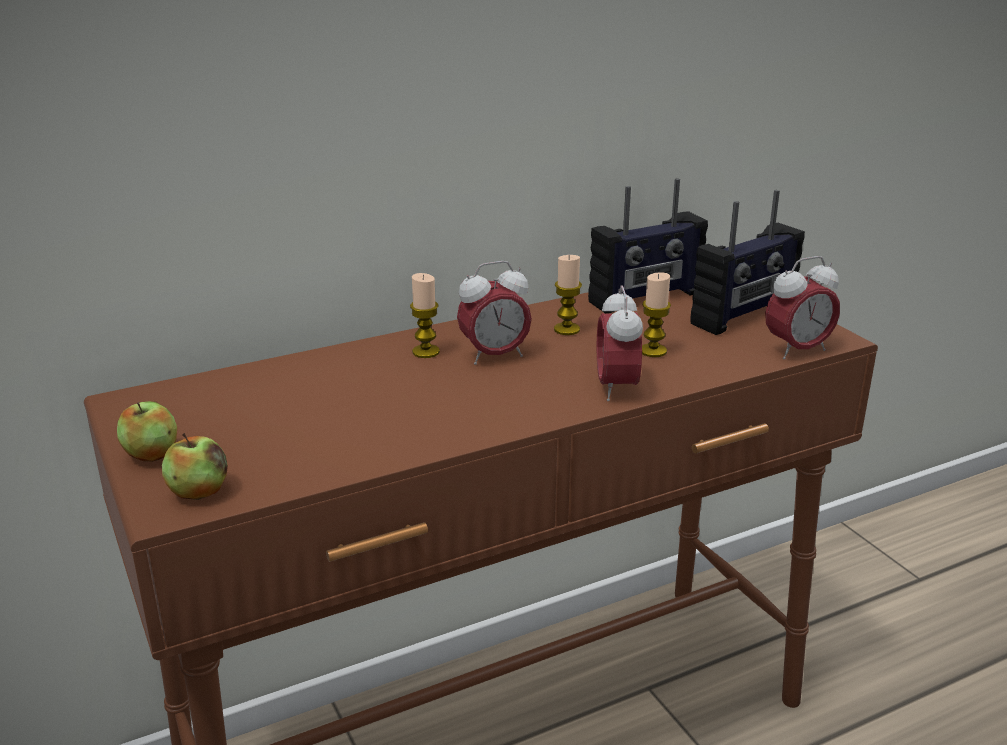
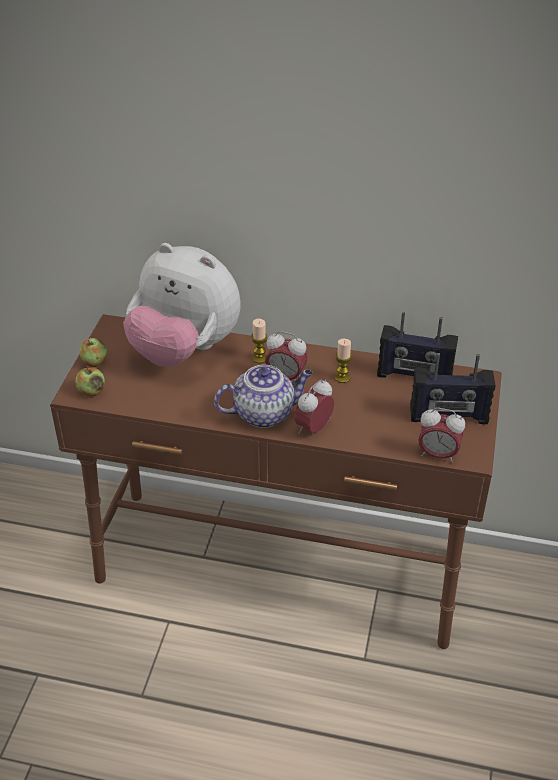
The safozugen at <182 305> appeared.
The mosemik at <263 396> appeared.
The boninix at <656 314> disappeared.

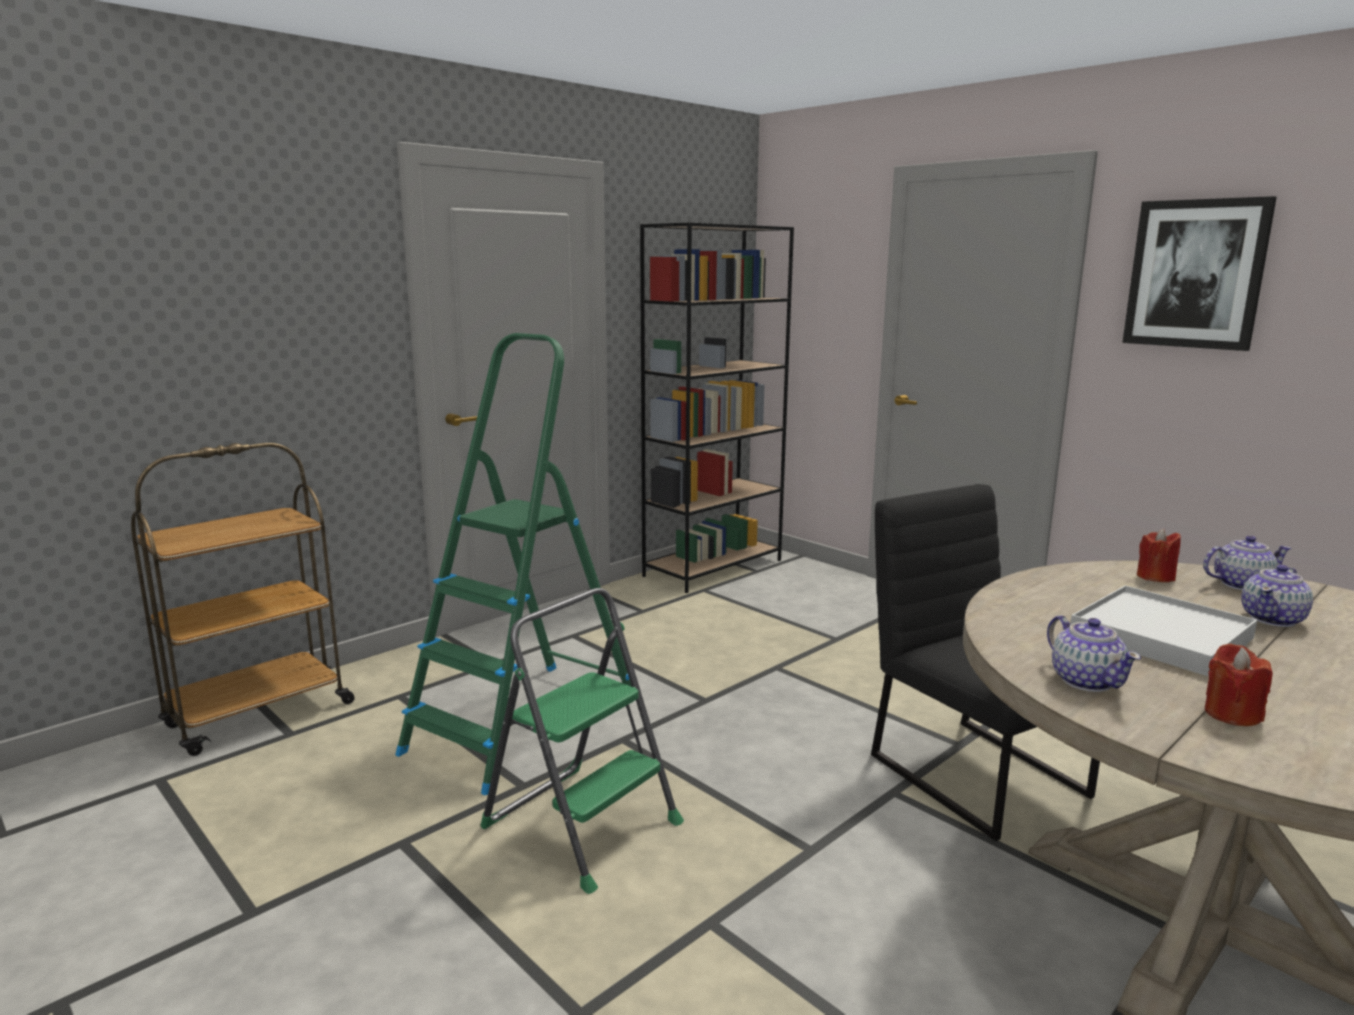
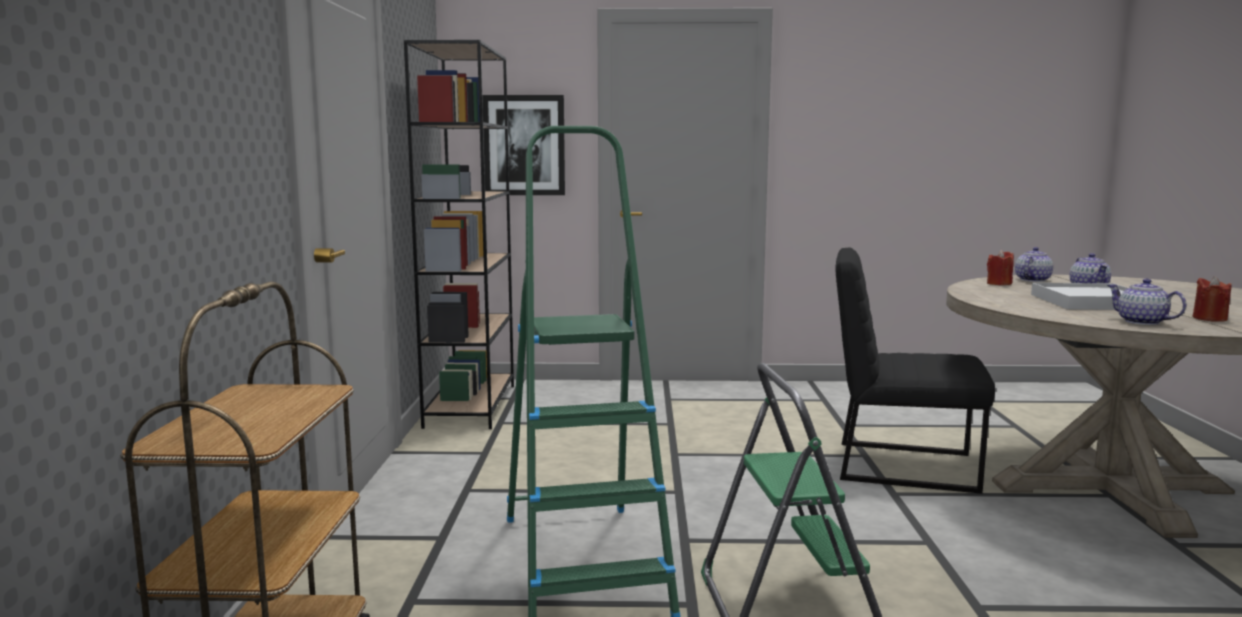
The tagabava moved from <1199 273> to <523 145>.
The mosemik at <1094 653> turned 150 degrees counterclockwise.

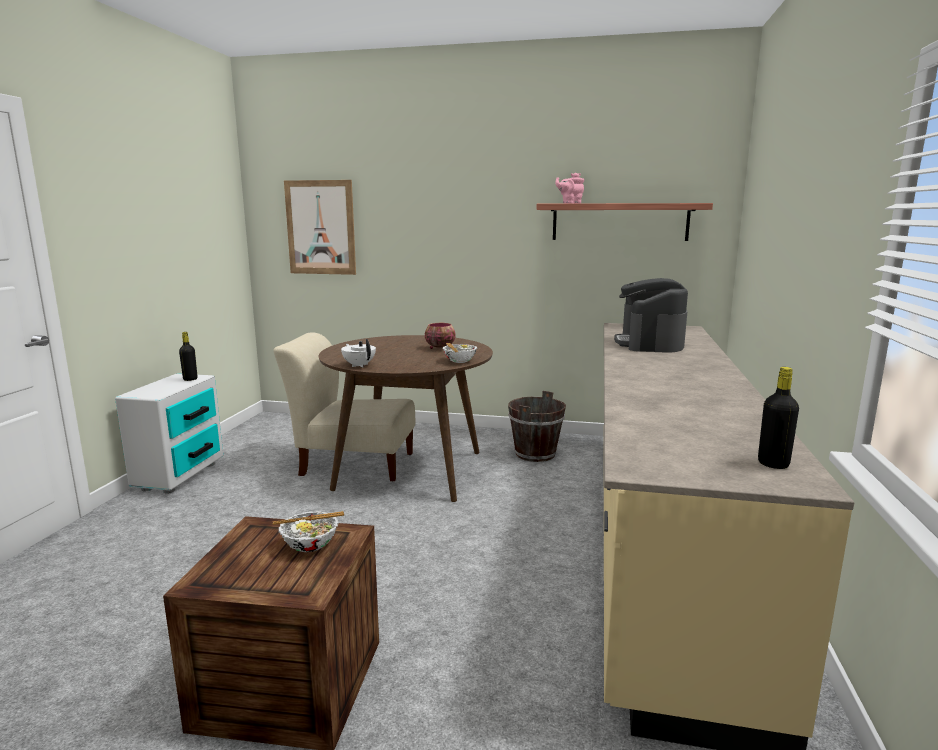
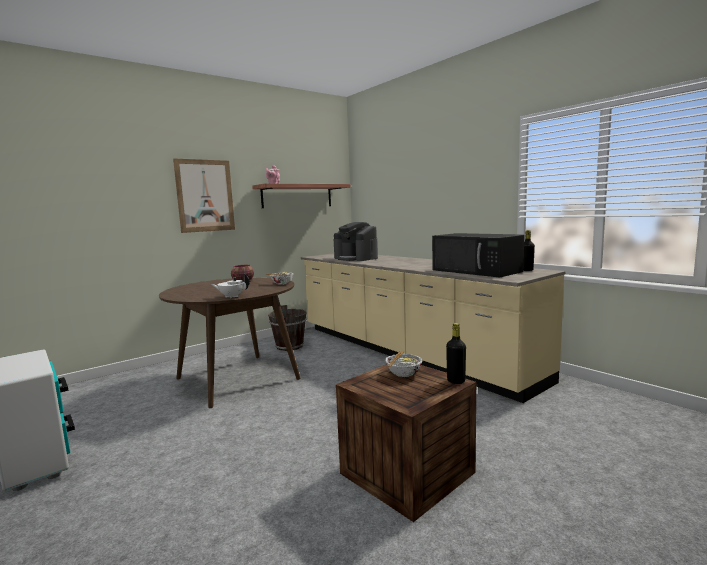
The tagabava moved from <320 227> to <204 195>.
The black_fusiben at <478 255> appeared.
The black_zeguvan moved from <188 356> to <456 353>.
The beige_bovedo at <344 407> disappeared.

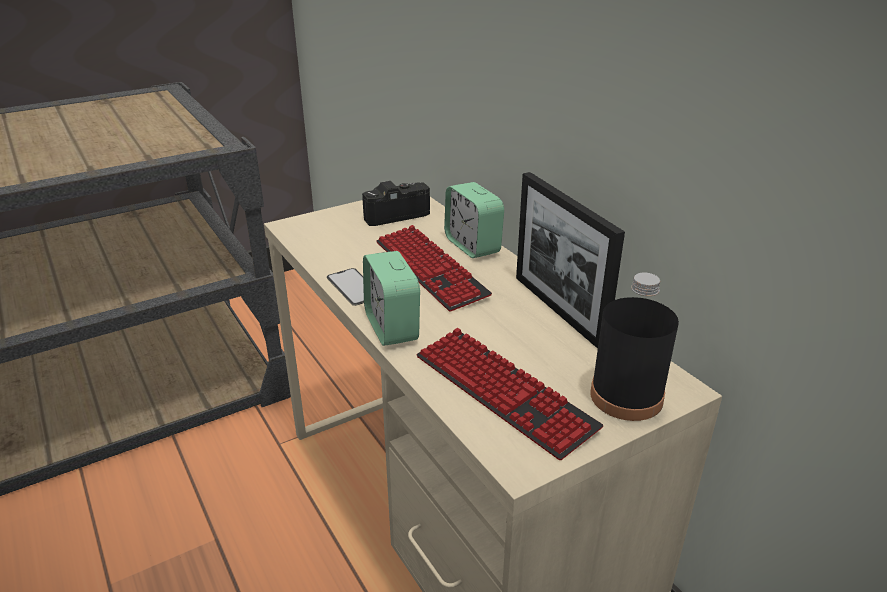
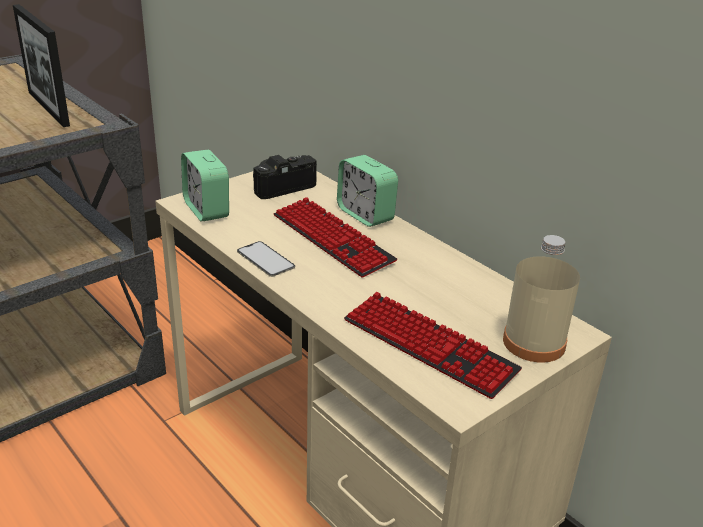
The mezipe moved from <570 260> to <41 65>.
The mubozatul moved from <391 298> to <205 186>.
The black_zeguvan at <634 347> became the beige_zeguvan at <541 299>.

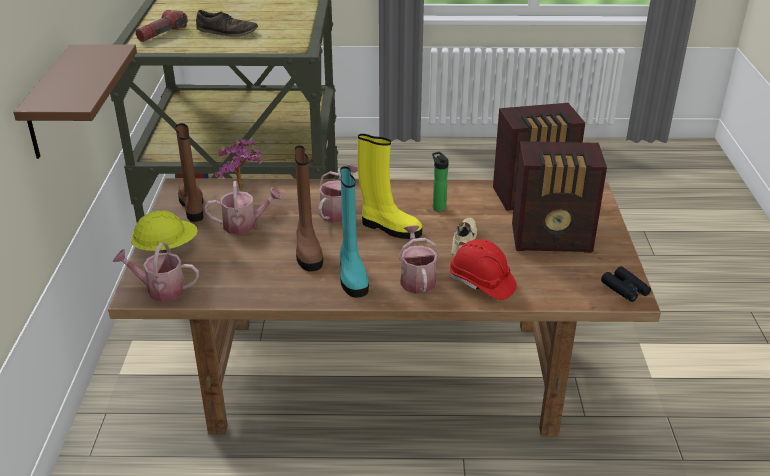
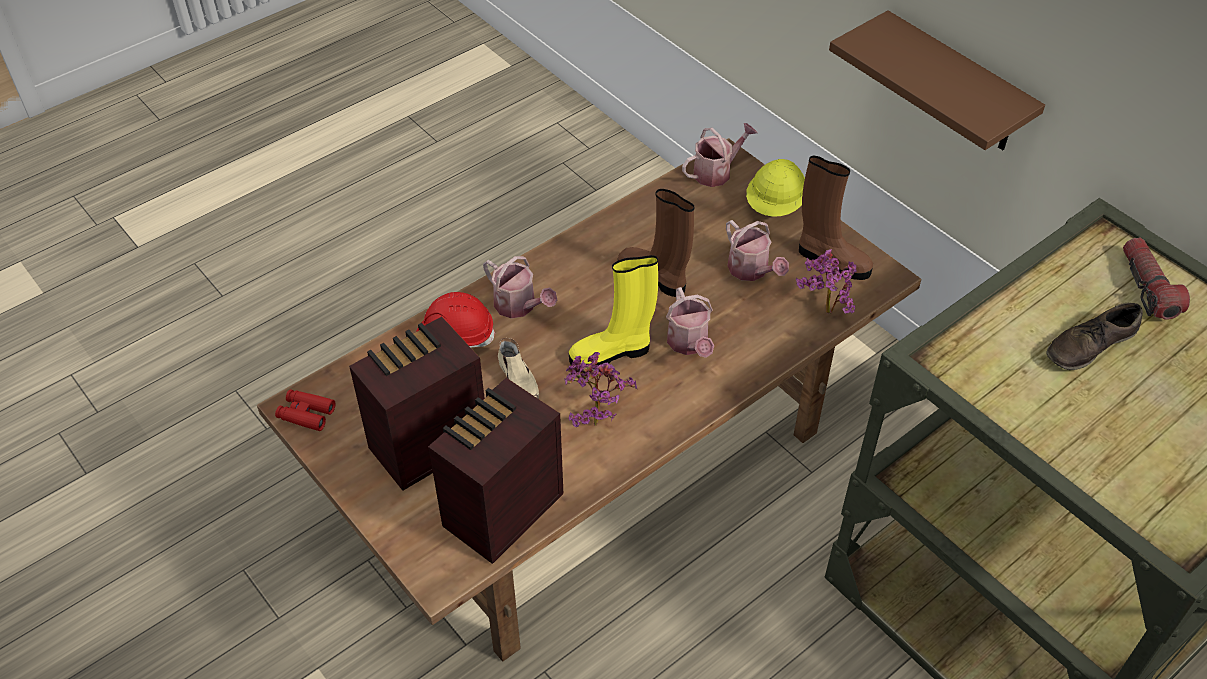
The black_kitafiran at <626 284> became the red_kitafiran at <305 410>.
The zeguvan at <440 181> was replaced by the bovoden at <600 389>.
The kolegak at <243 208> turned 75 degrees counterclockwise.
The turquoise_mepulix at <354 232> disappeared.

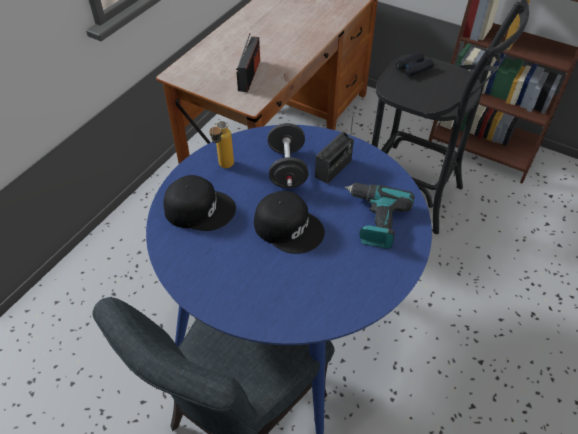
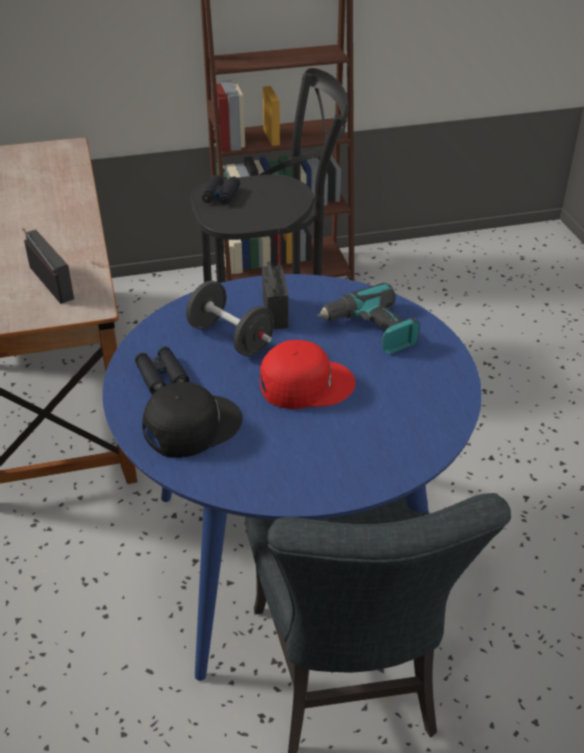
The zeguvan at <221 144> was replaced by the black_kitafiran at <162 370>.
The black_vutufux at <289 222> became the red_vutufux at <308 374>.

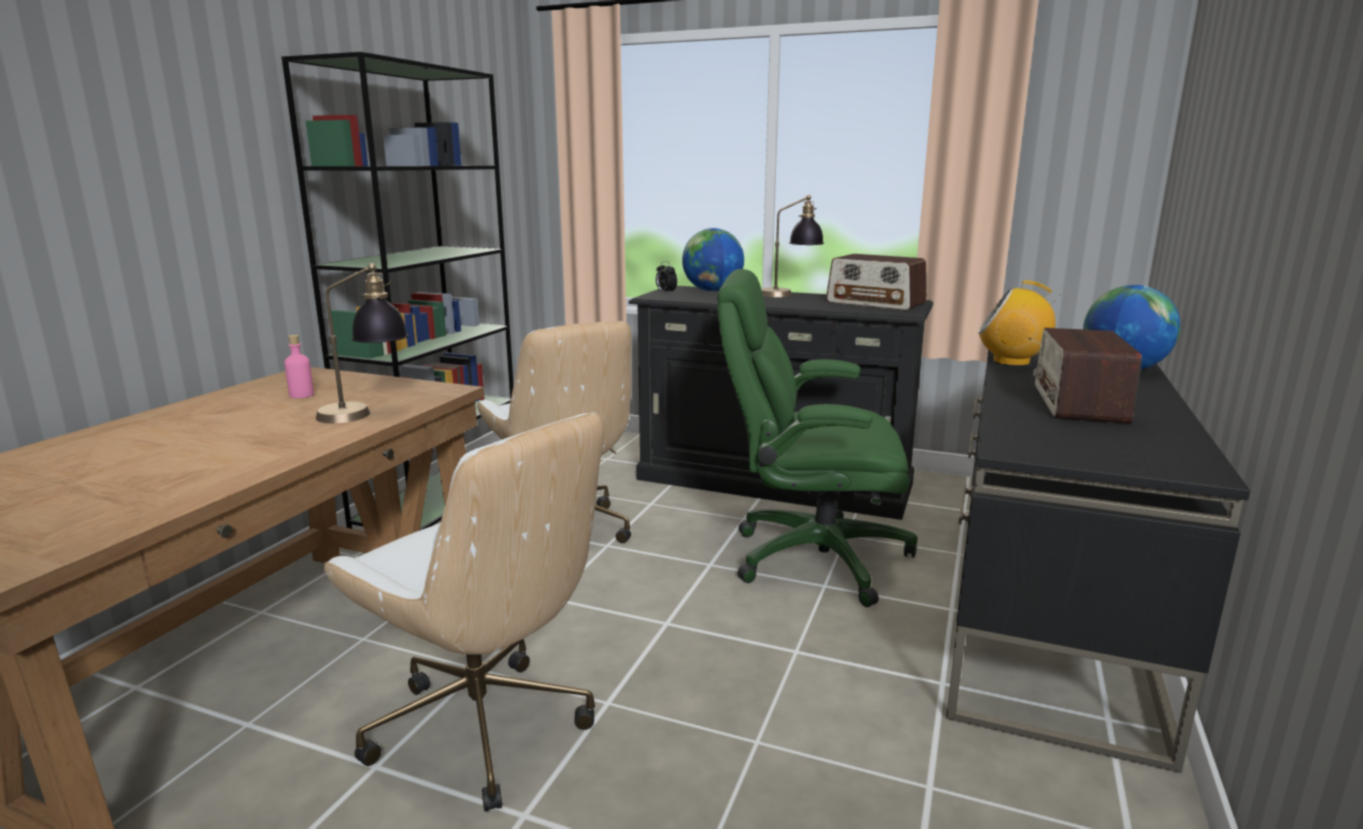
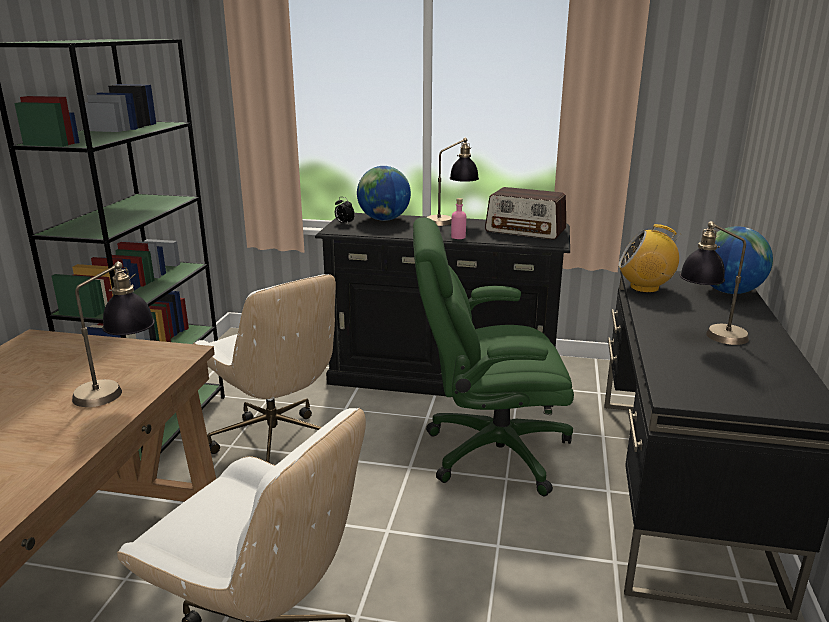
The pink_zeguvan moved from <299 366> to <458 218>.
The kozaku at <1087 375> was replaced by the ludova at <714 283>.

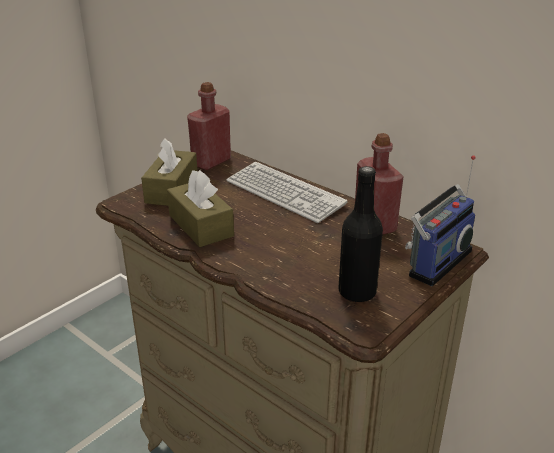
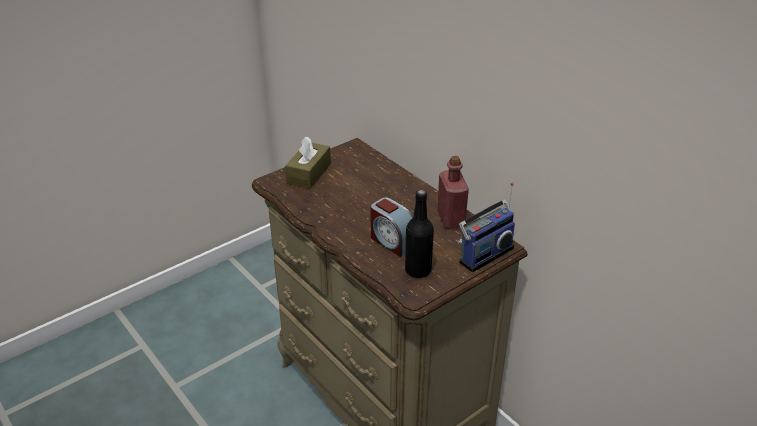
The mubozatul at <392 227> appeared.
The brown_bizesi at <200 208> disappeared.
The red_zeguvan at <209 126> disappeared.
The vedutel at <286 192> disappeared.

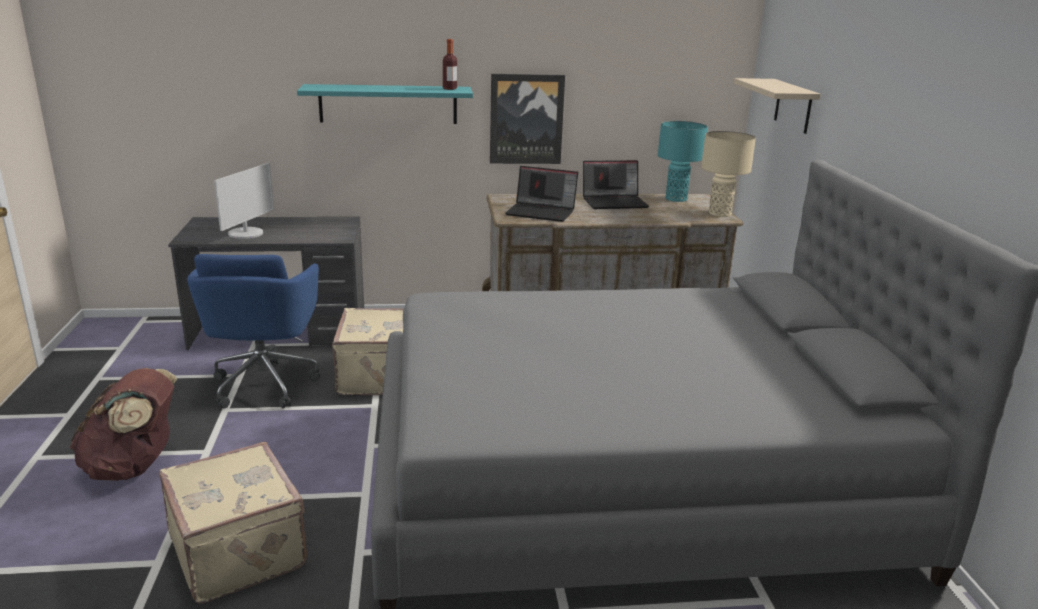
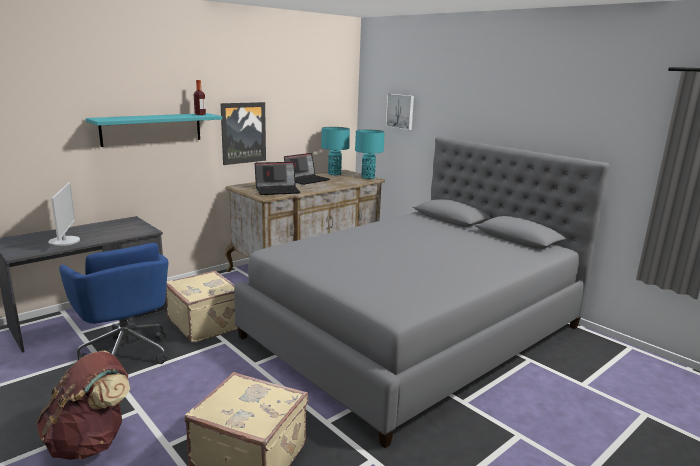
The beige_ludova at <728 174> became the turquoise_ludova at <370 154>.
The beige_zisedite at <777 106> was replaced by the tagabava at <399 112>.

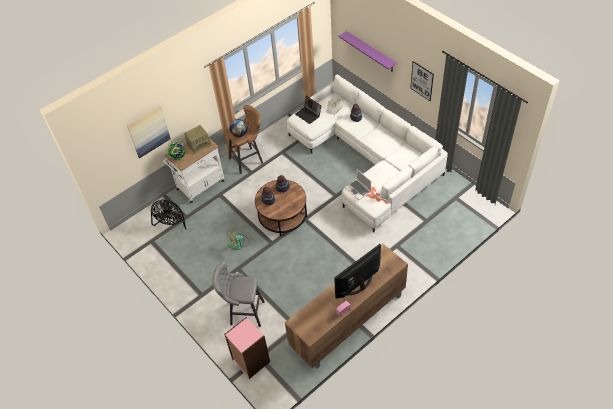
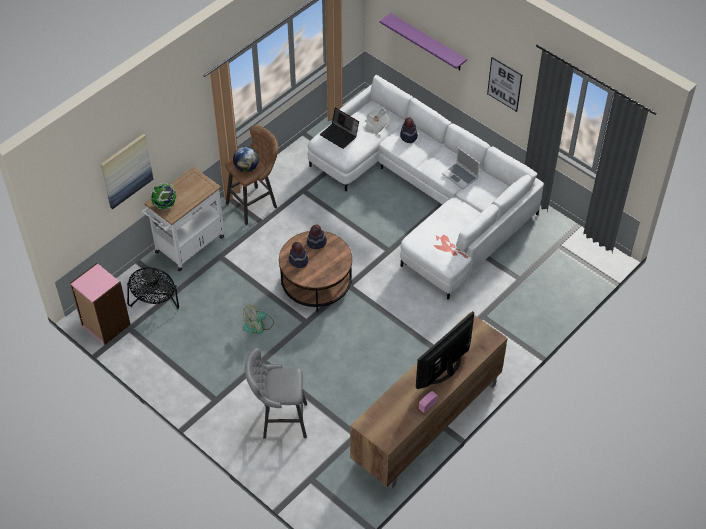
The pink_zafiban moved from <247 348> to <100 304>.
The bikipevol moved from <358 184> to <461 168>.
The kozaku at <197 139> disappeared.

